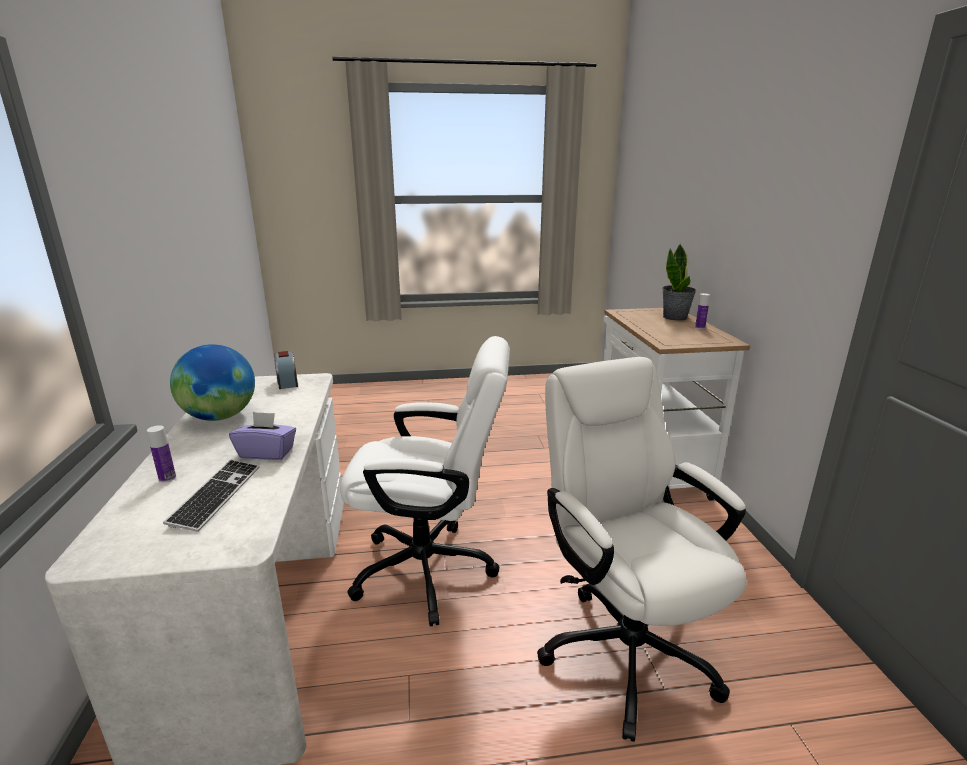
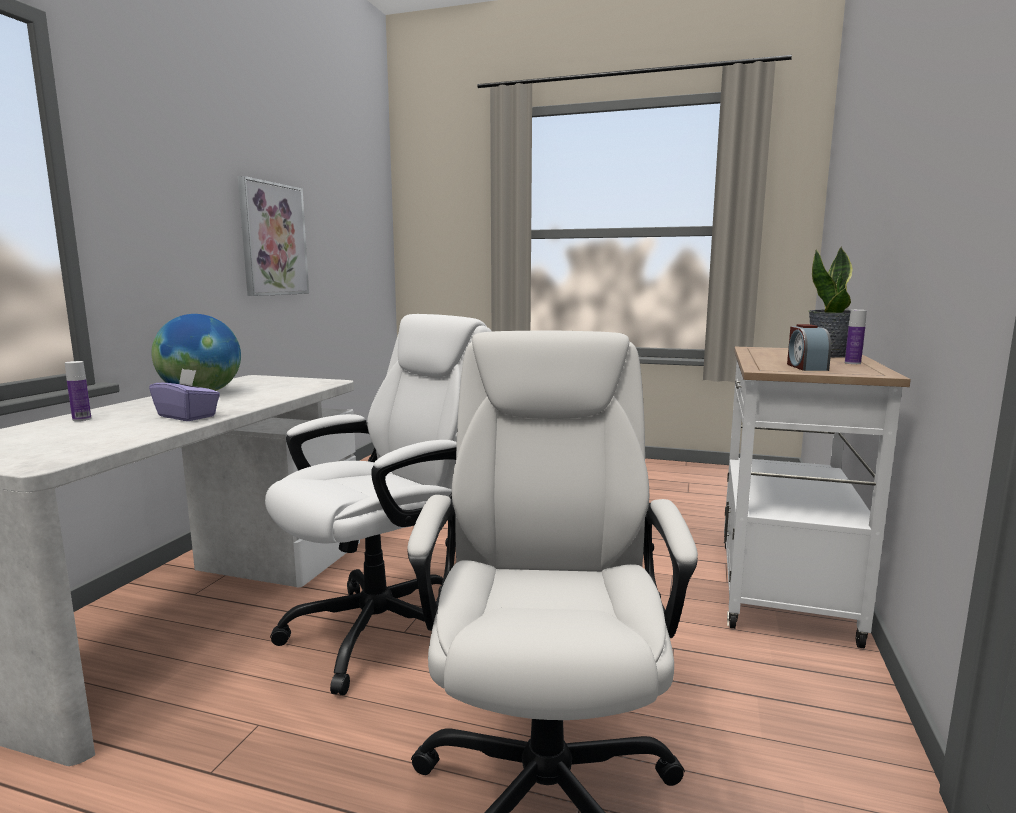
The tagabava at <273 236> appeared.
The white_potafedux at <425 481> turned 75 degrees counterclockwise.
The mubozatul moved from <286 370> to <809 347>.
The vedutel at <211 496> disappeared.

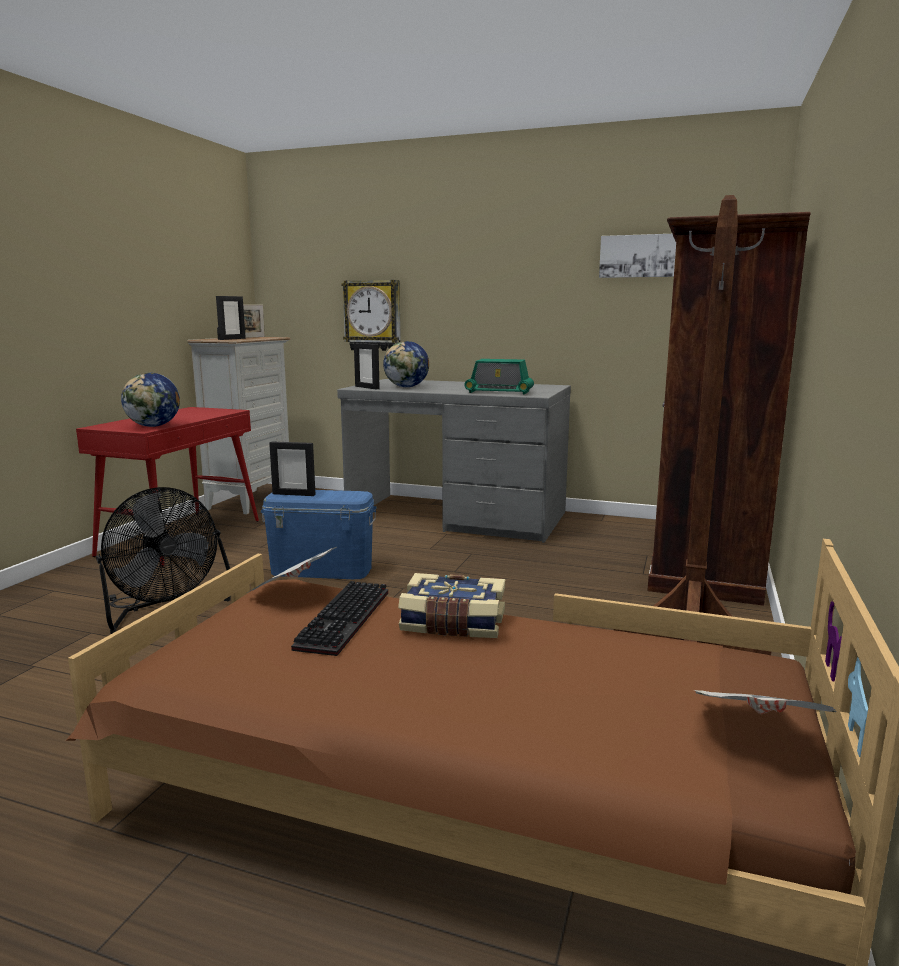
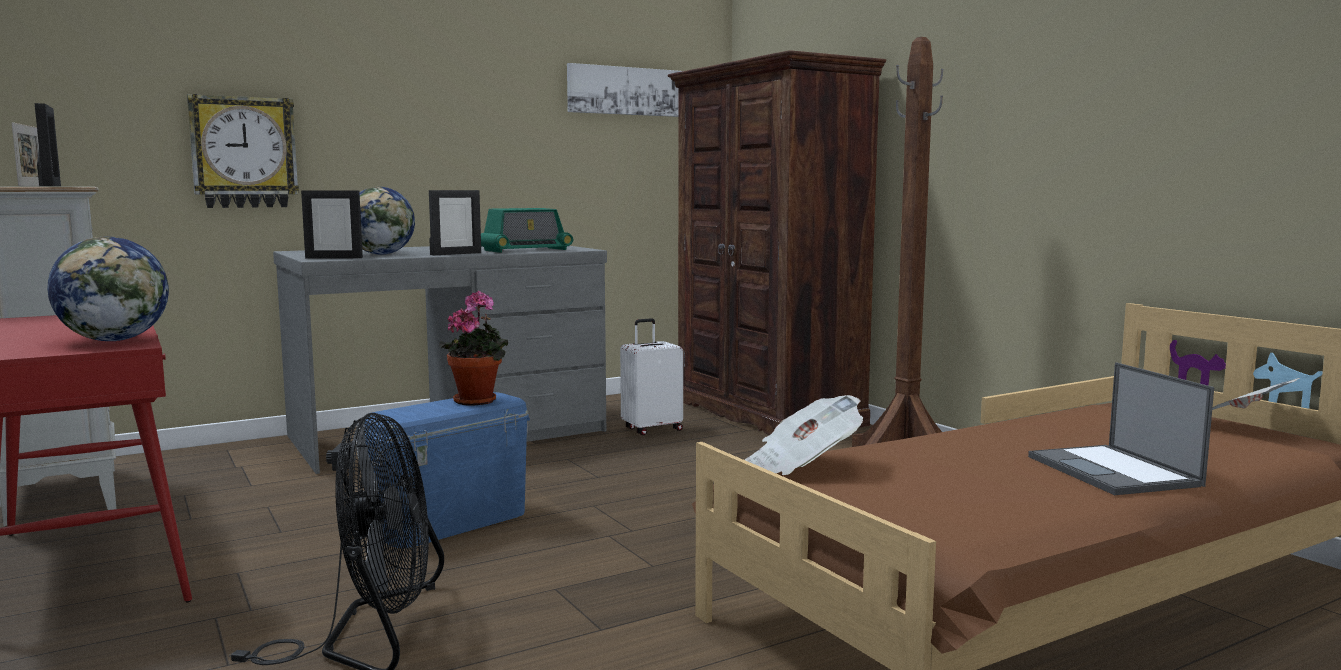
The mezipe moved from <292 468> to <455 222>.
The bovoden at <473 348> appeared.
The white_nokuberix at <651 376> appeared.
The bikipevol at <1121 428> appeared.
The vedutel at <339 618> disappeared.
The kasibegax at <451 605> disappeared.

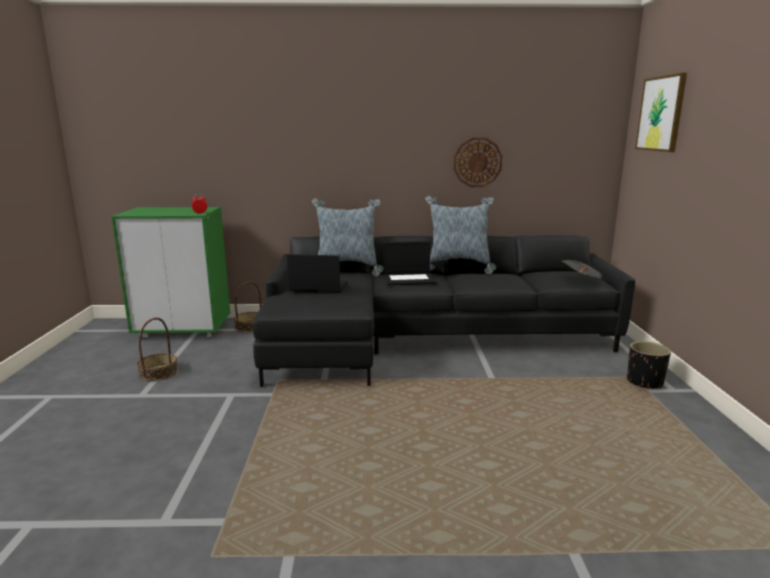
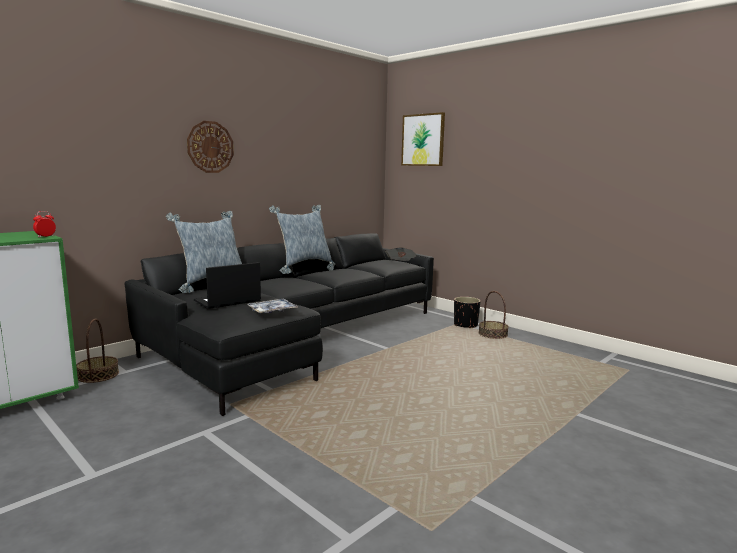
The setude moved from <478 162> to <210 147>.
The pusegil at <273 306> appeared.
The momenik moved from <157 349> to <494 315>.
The bikipevol at <409 263> disappeared.

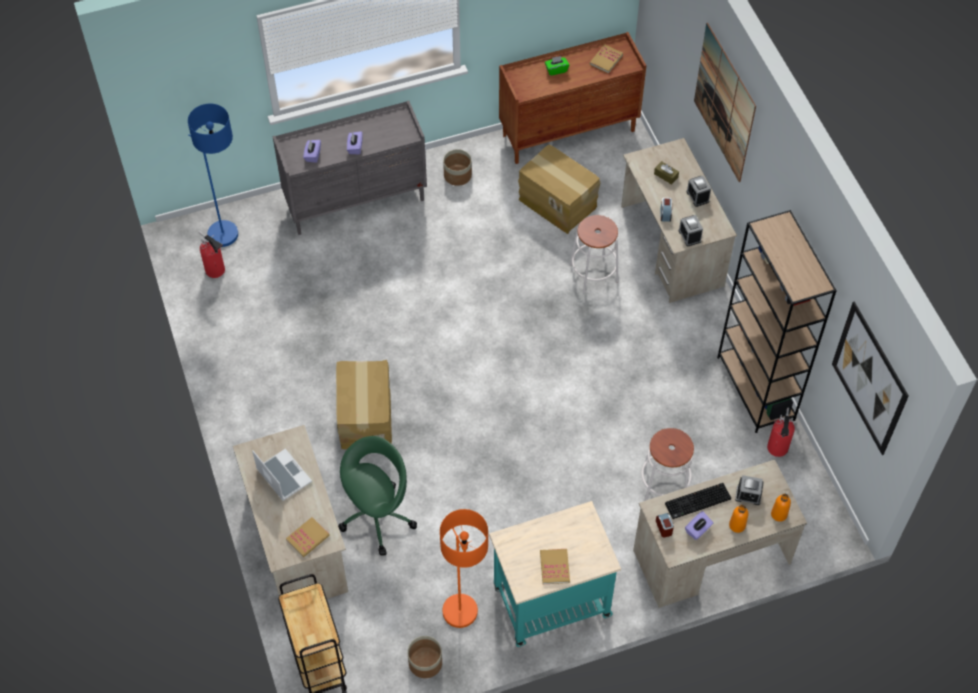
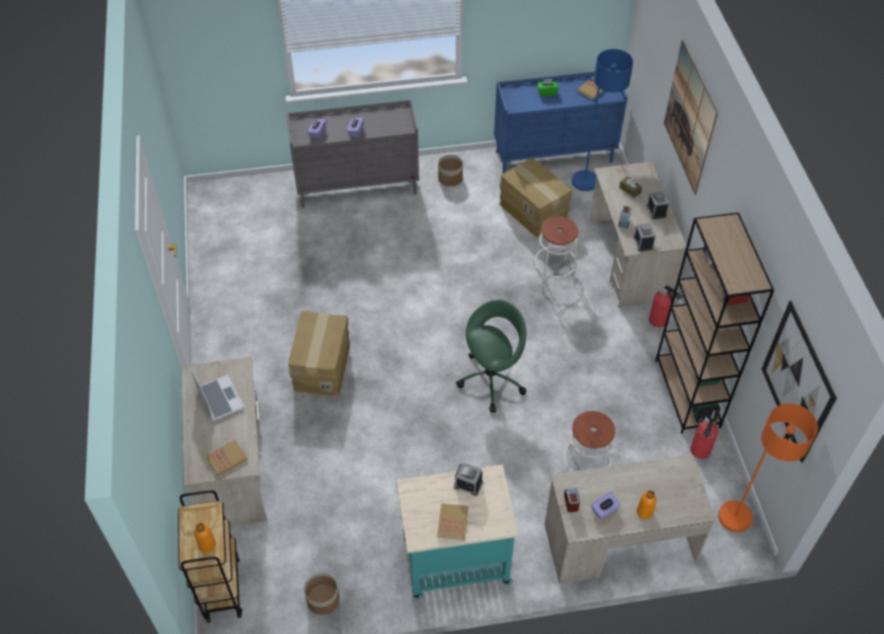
The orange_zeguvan moved from <781 508> to <205 538>.
The mubozatul moved from <749 490> to <468 479>.
The green_potafedux moved from <377 496> to <491 356>.
The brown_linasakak at <573 98> became the blue_linasakak at <561 122>.
The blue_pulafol moved from <213 175> to <602 120>.
The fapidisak moved from <211 254> to <666 304>.
The orange_pulafol moved from <464 568> to <768 467>.
The vedutel at <698 501> disappeared.

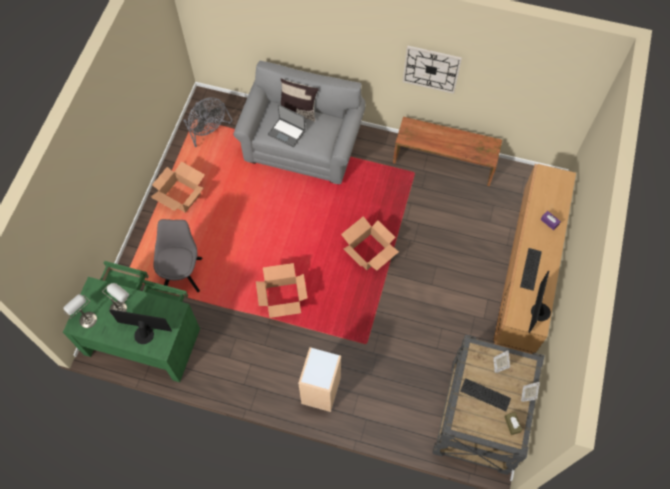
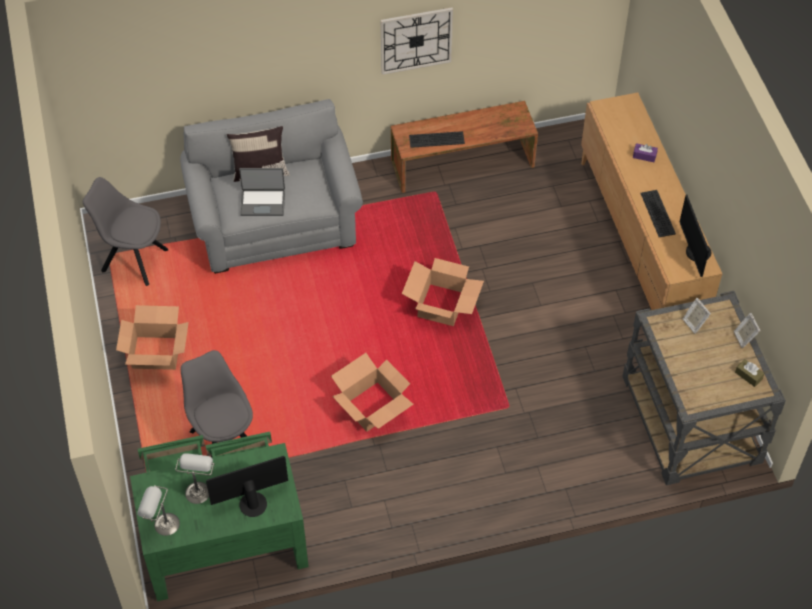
The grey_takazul at <208 122> was replaced by the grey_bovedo at <125 231>.
The vedutel moved from <485 394> to <437 139>.
The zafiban at <319 379> disappeared.

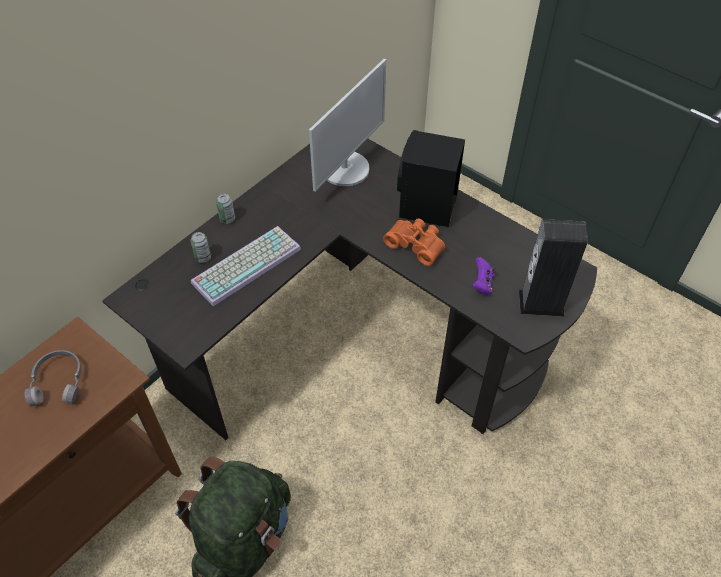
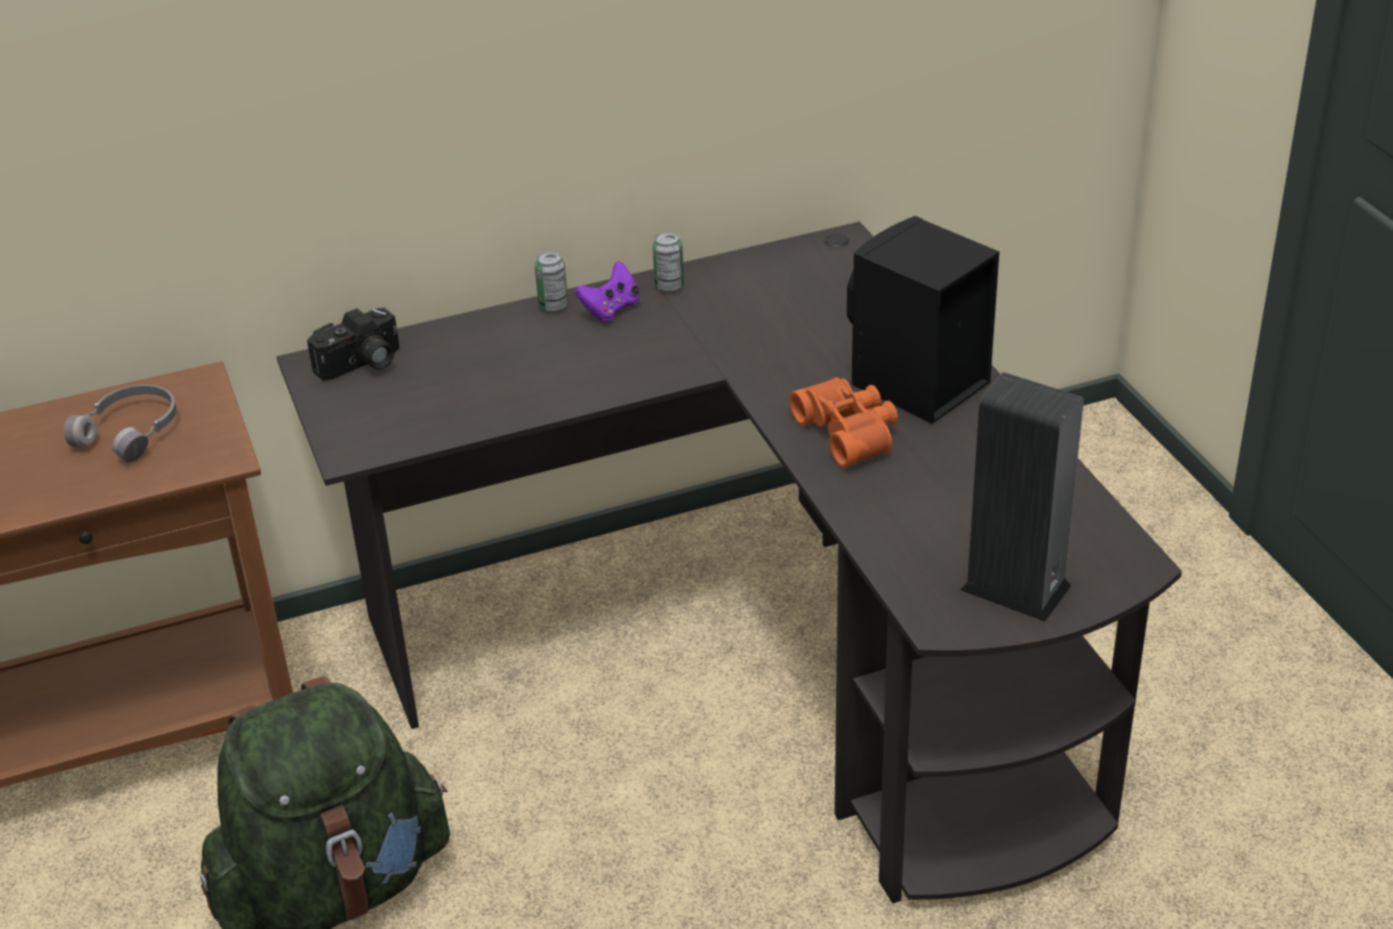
The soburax at <353 344> appeared.
The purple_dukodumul moved from <484 276> to <607 291>.
The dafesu moved from <200 247> to <668 262>.
The vedutel at <246 266> disappeared.
The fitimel at <347 125> disappeared.

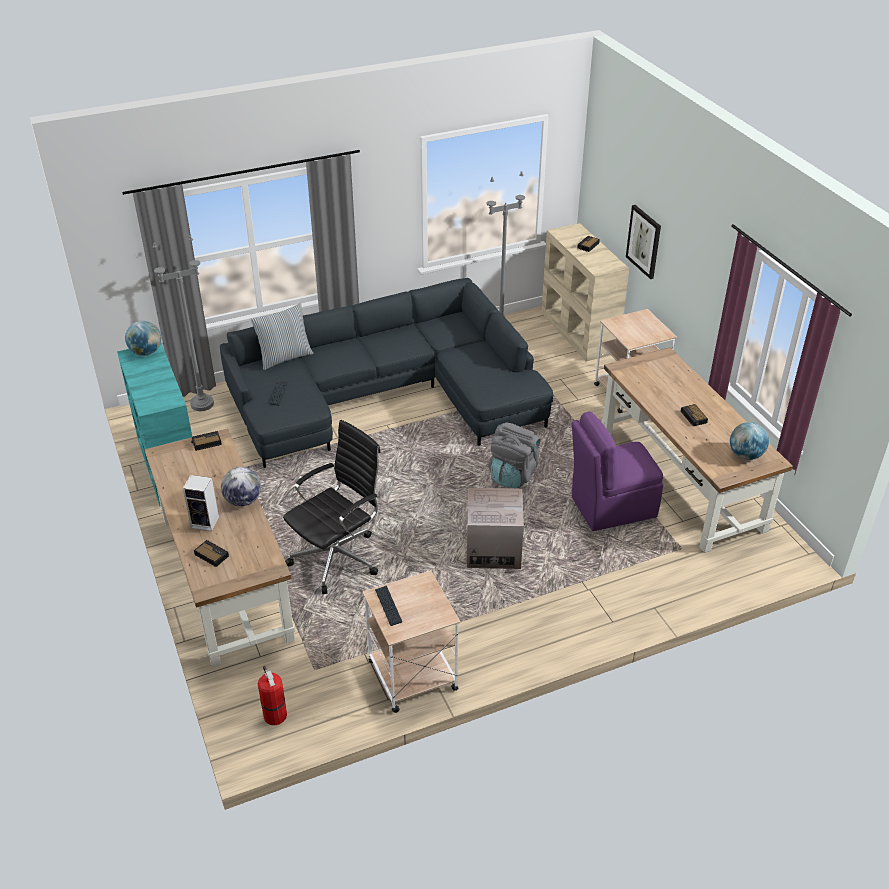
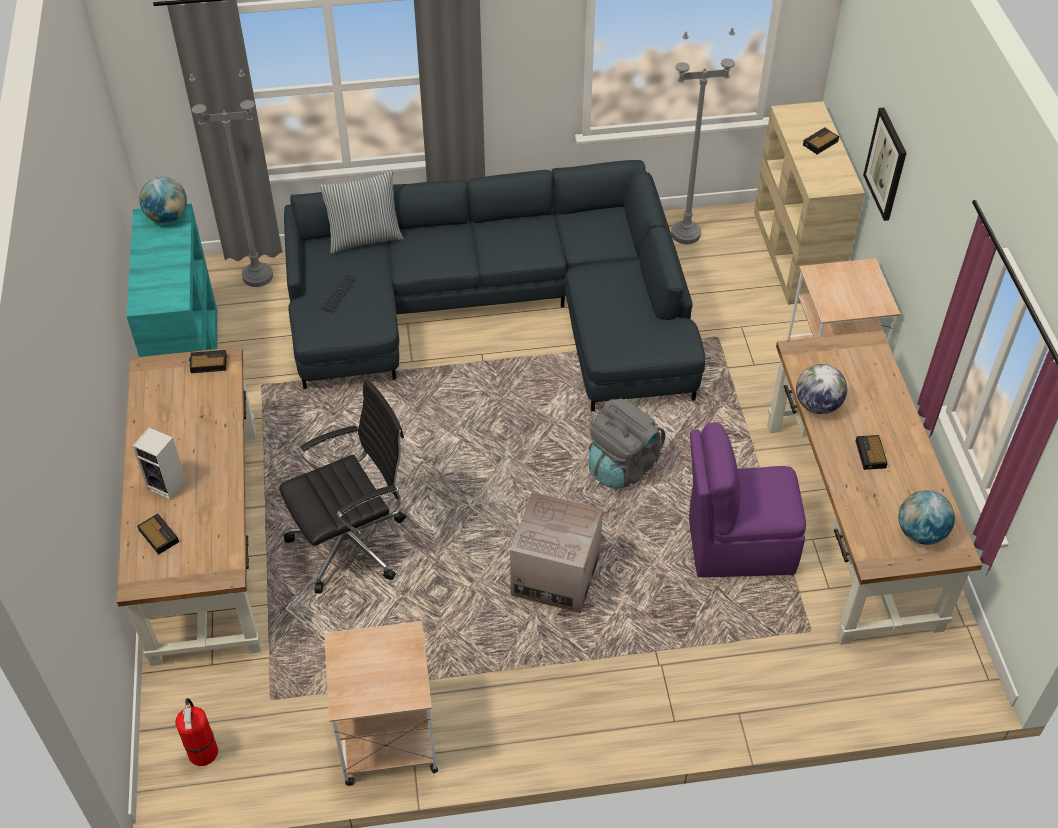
The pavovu moved from <241 487> to <821 389>.
The vedutel at <388 606> disappeared.

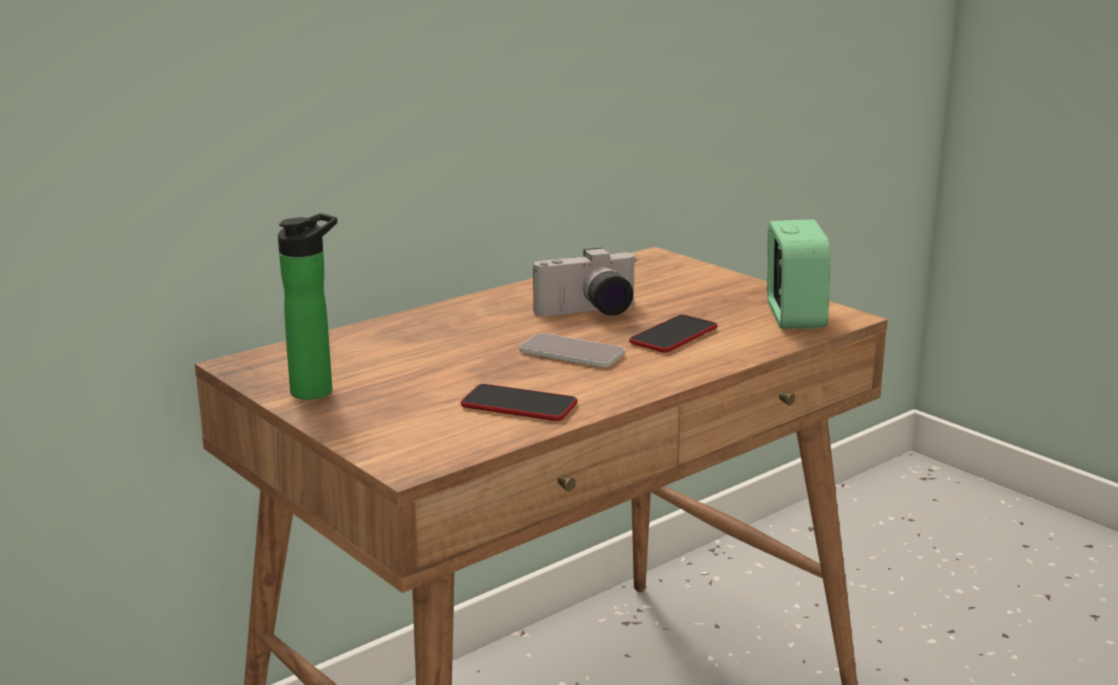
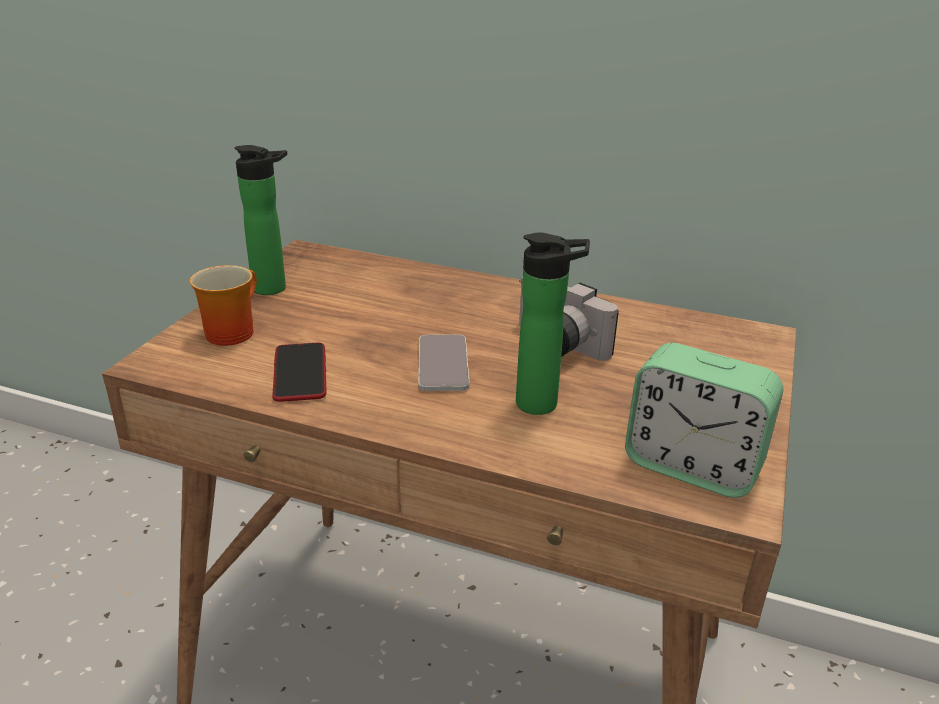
The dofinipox at <223 305> appeared.
The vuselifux at <673 333> was replaced by the zeguvan at <553 324>.
The mubozatul at <799 273> turned 60 degrees clockwise.

